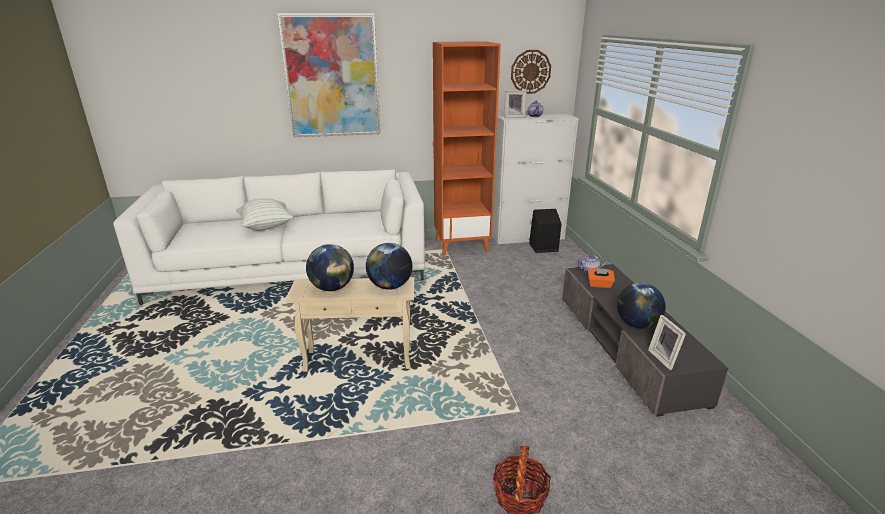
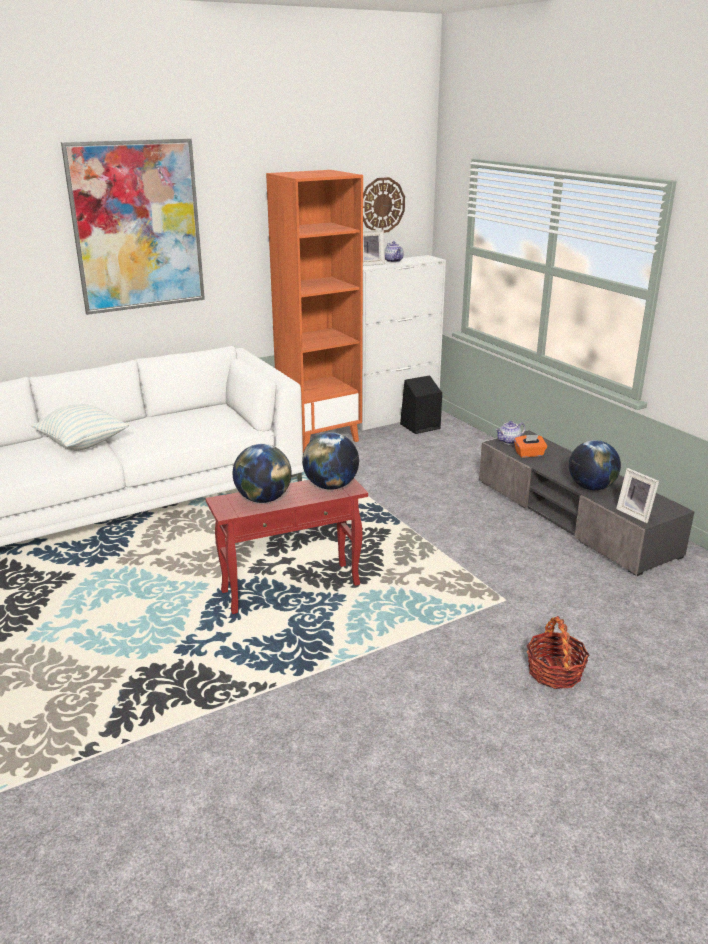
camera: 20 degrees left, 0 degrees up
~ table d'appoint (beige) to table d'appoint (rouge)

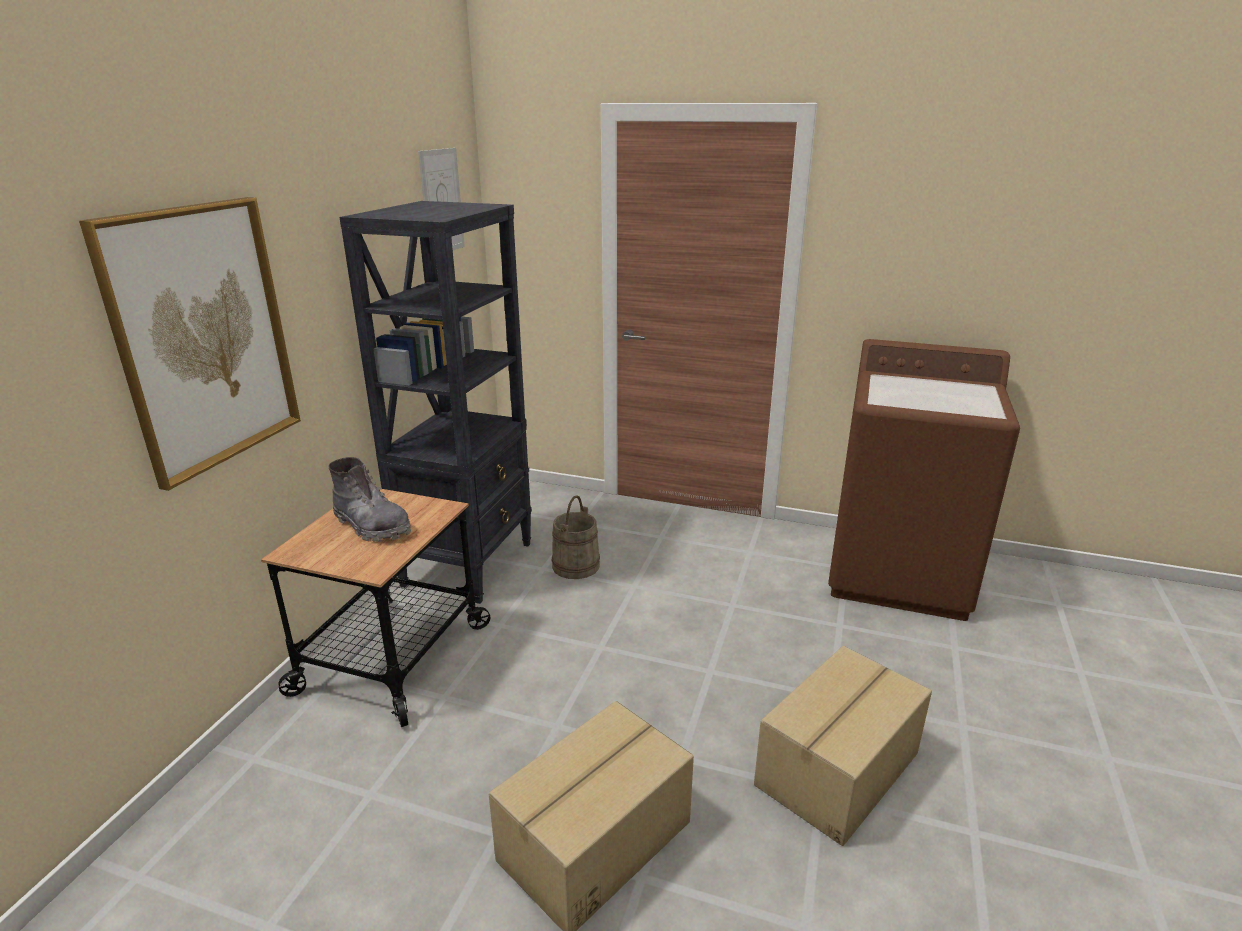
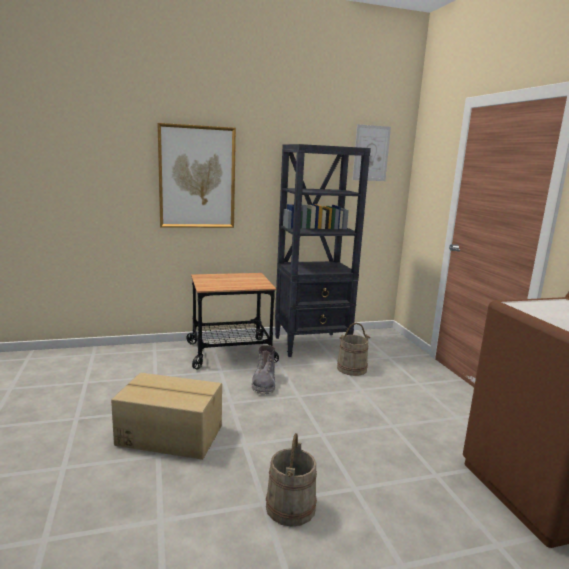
camera: 55 degrees right, 10 degrees down
~ botte (gris)
~ carton (no. 2 from left) to seau (beige) (no. 1 from left)

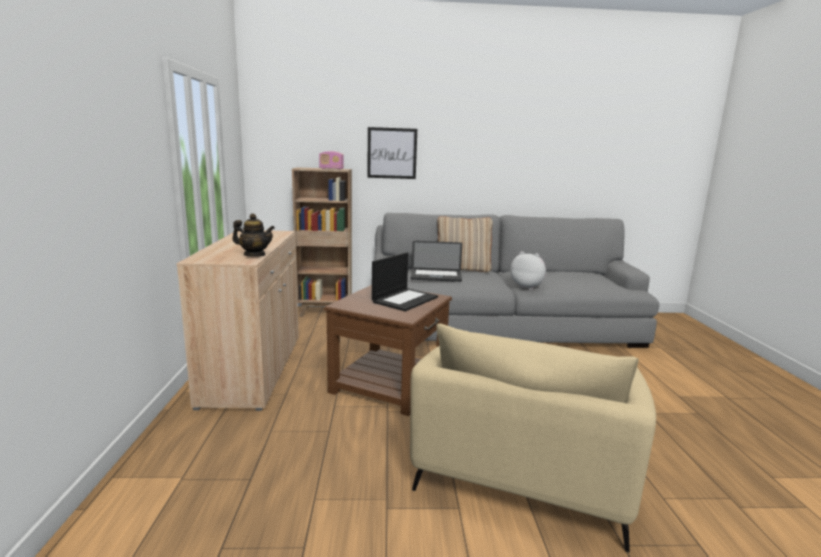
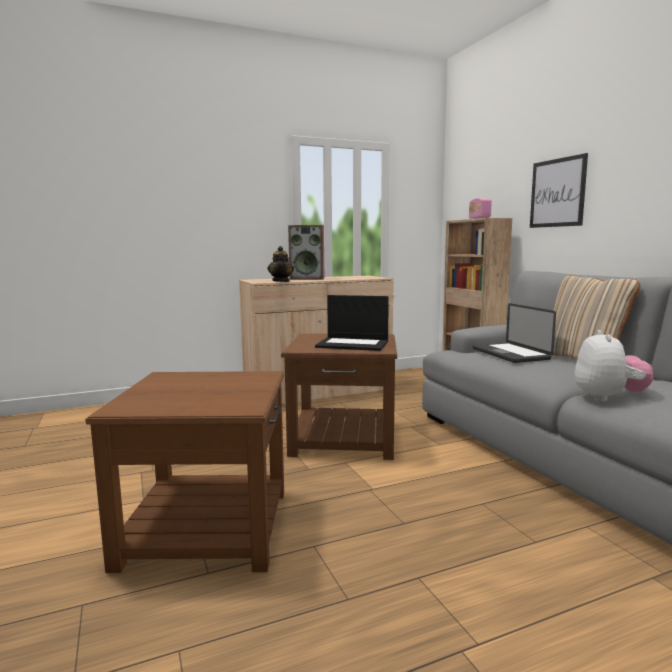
camera: 70 degrees right, 5 degrees down
~ fauteuil (beige) to table d'appoint (marron) (no. 1 from left)
+ enceinte

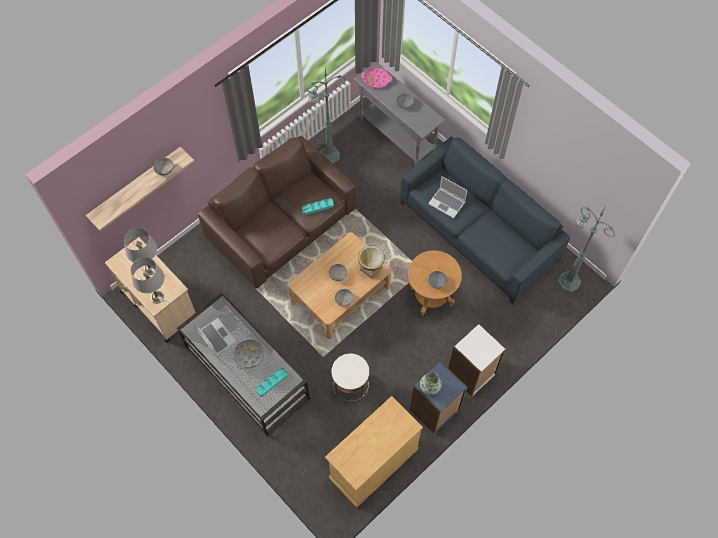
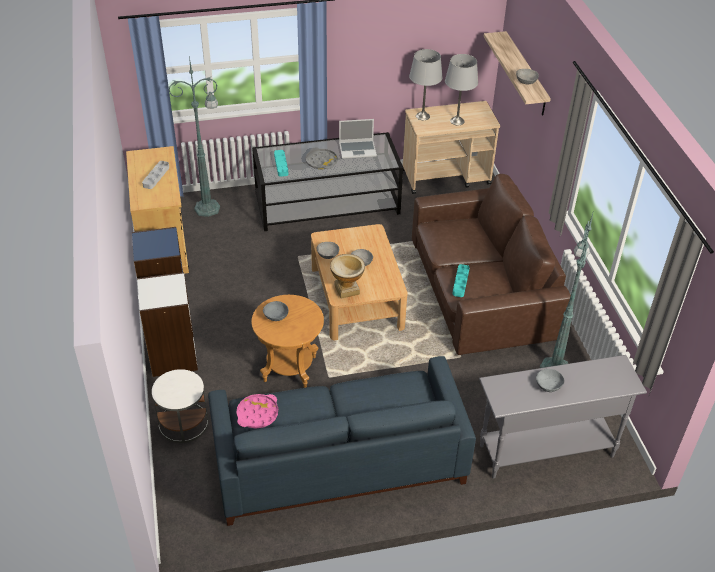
camera: 120 degrees right, 20 degrees down
~ table d'appoint (blanc)
~ plateau (rose)
- vase (no. 2 from left)
- ordinateur portable (no. 2 from left)
~ lampadaire (vert) (no. 2 from left in the first image) to lampadaire (vert) (no. 1 from left)
+ plateau (gris) (no. 1 from left)

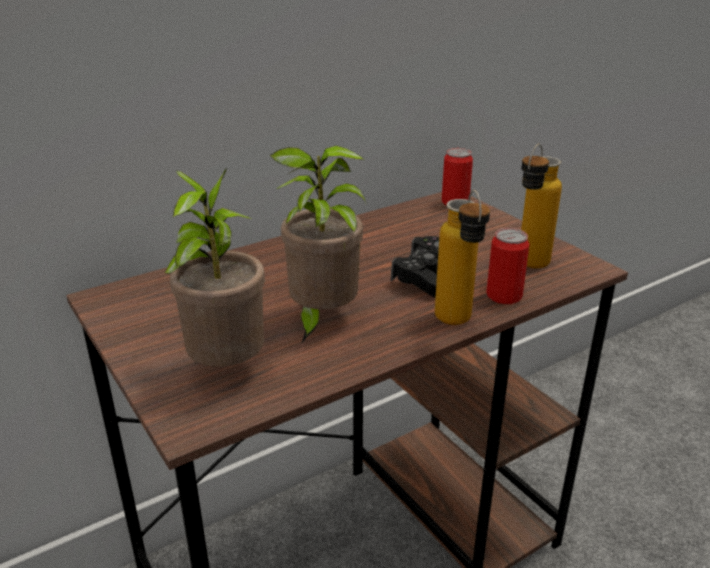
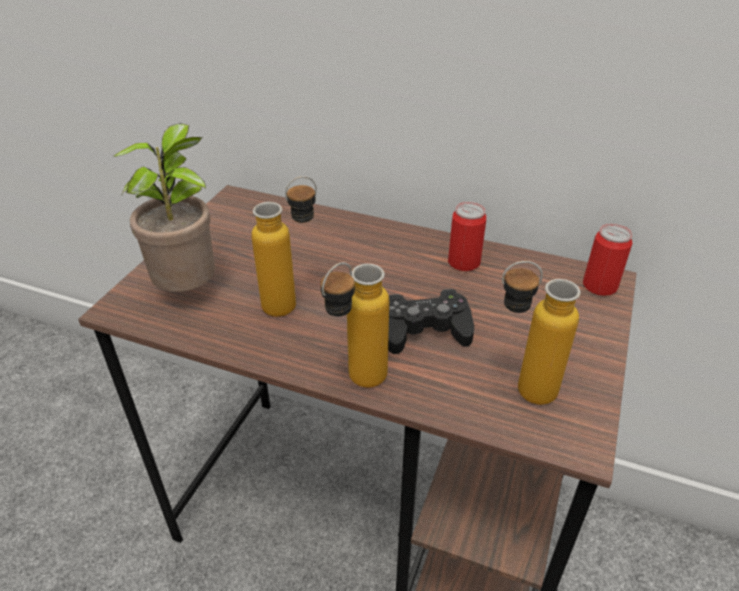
camera: 55 degrees right, 10 degrees up
~ plante en pot (no. 2 from left) to bouteille (no. 1 from left)
~ boîte métallique (no. 2 from left in the first image) to boîte métallique (no. 1 from left)

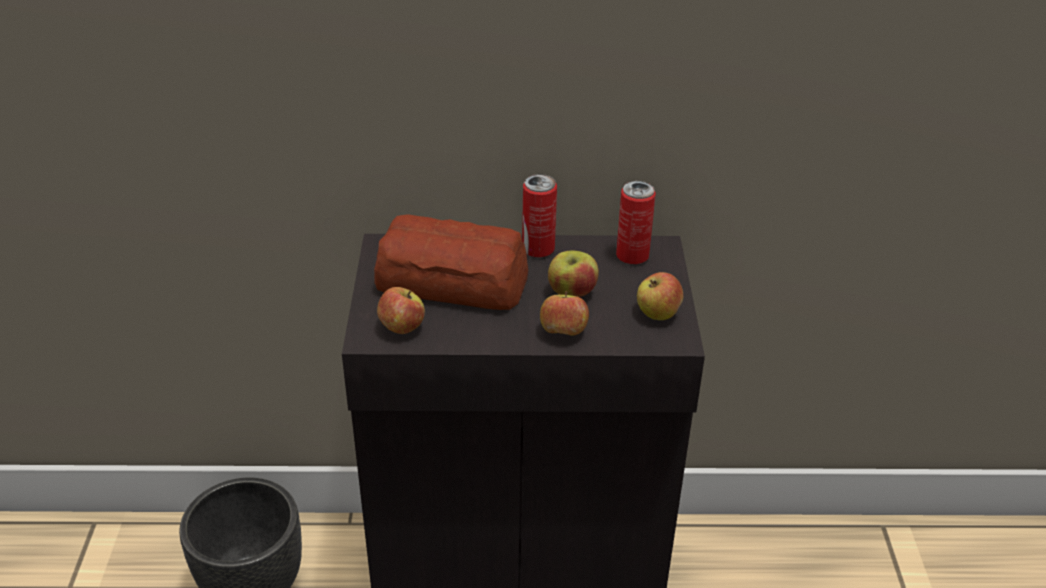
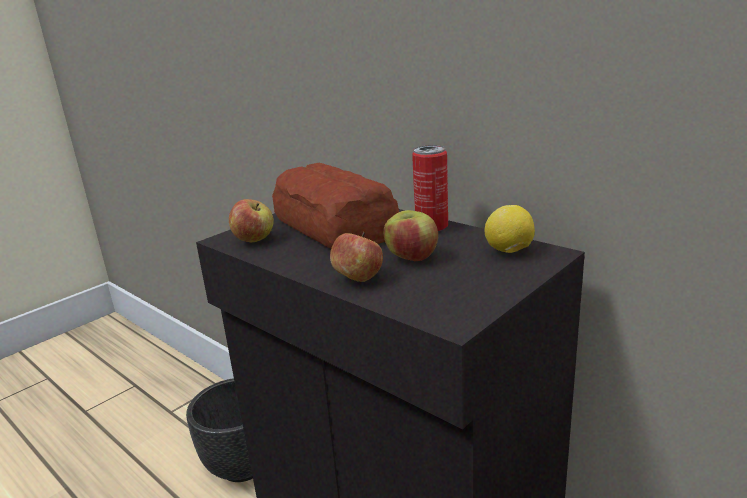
camera: 45 degrees right, 15 degrees down
~ boîte métallique (no. 2 from left) to citron
- pomme (no. 4 from left)

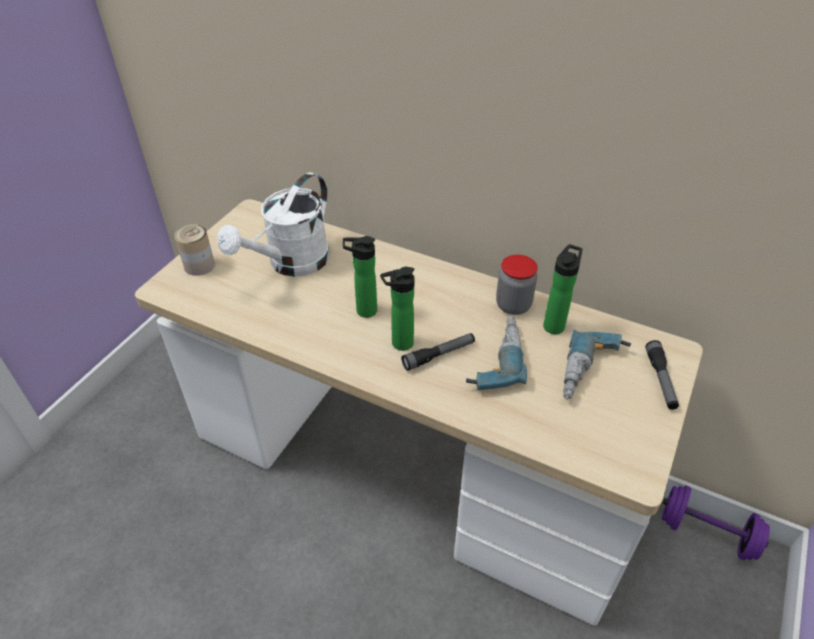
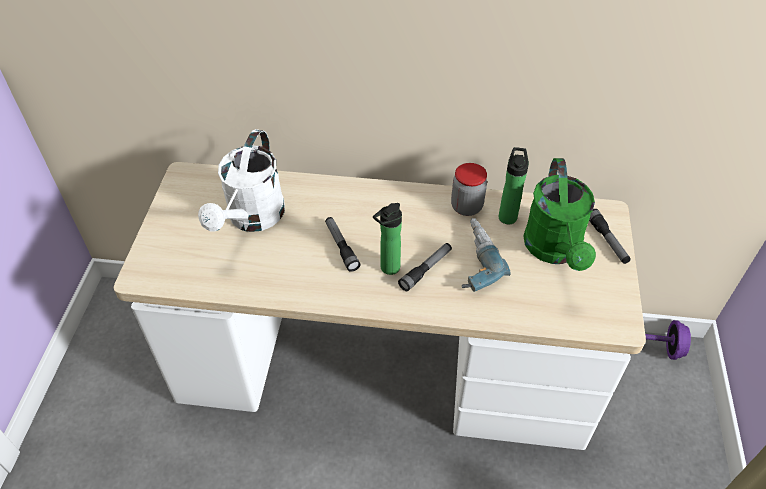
camera: 20 degrees left, 5 degrees up
- boîte métallique
~ bouteille (no. 1 from left) to lampe de poche (no. 1 from left)
~ perceuse (no. 2 from left) to arrosoir (vert)

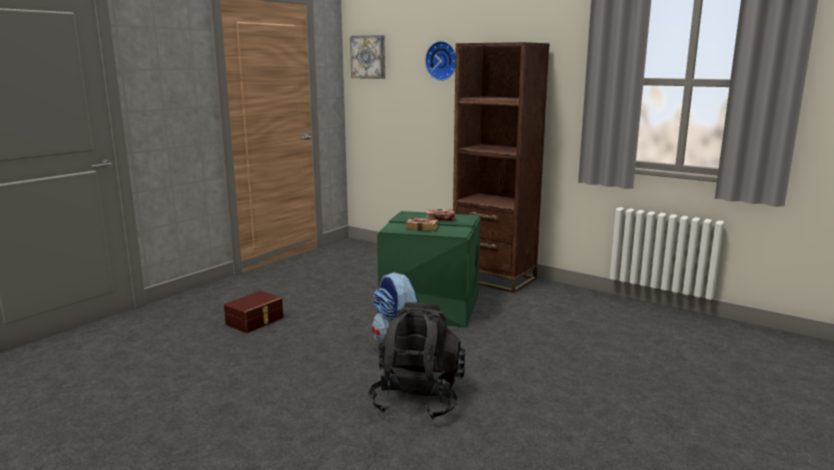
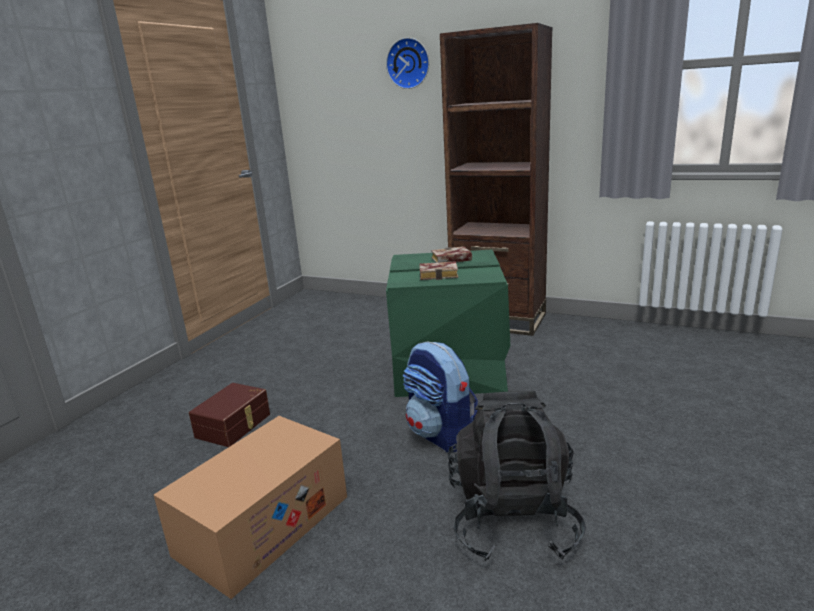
camera: 10 degrees left, 5 degrees up
- tableau
+ carton

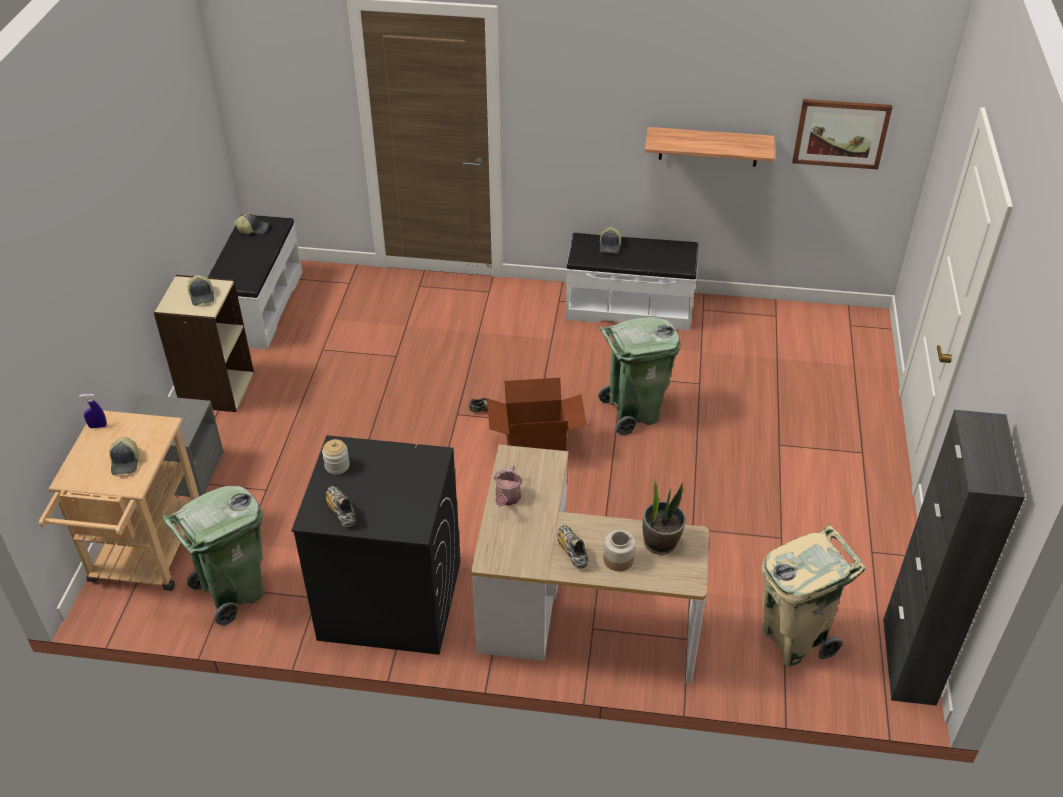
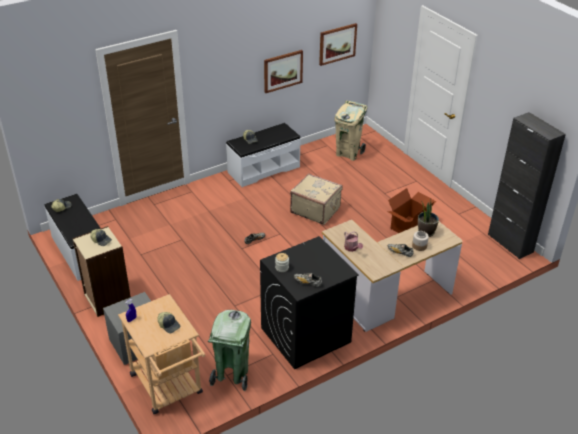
camera: 40 degrees left, 5 degrees down
~ carton
~ poubelle (vert) (no. 2 from left) to valise (beige)
~ étagère to tableau (no. 1 from left)
~ poubelle (beige)

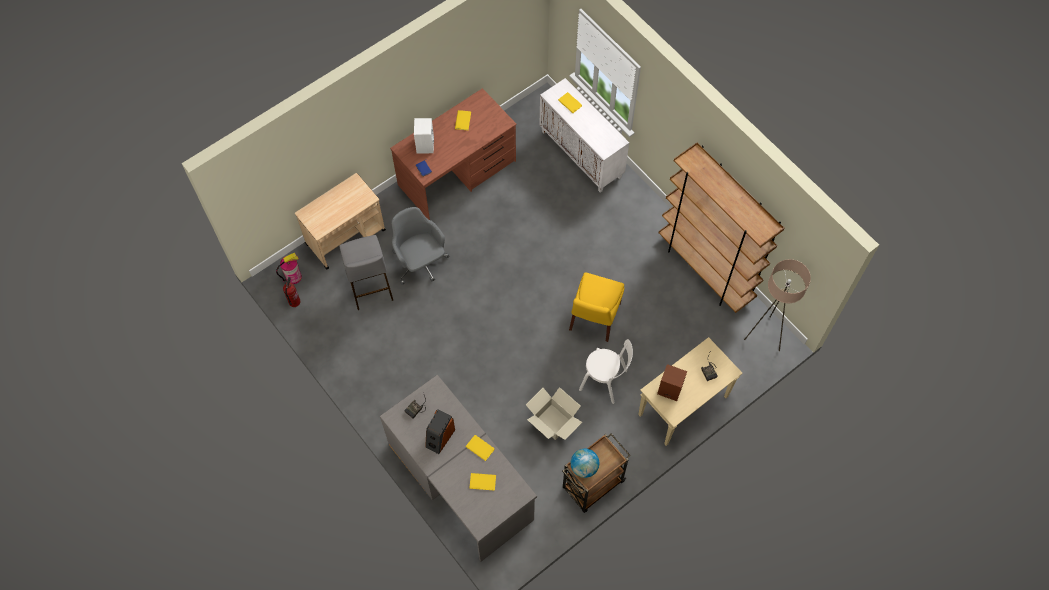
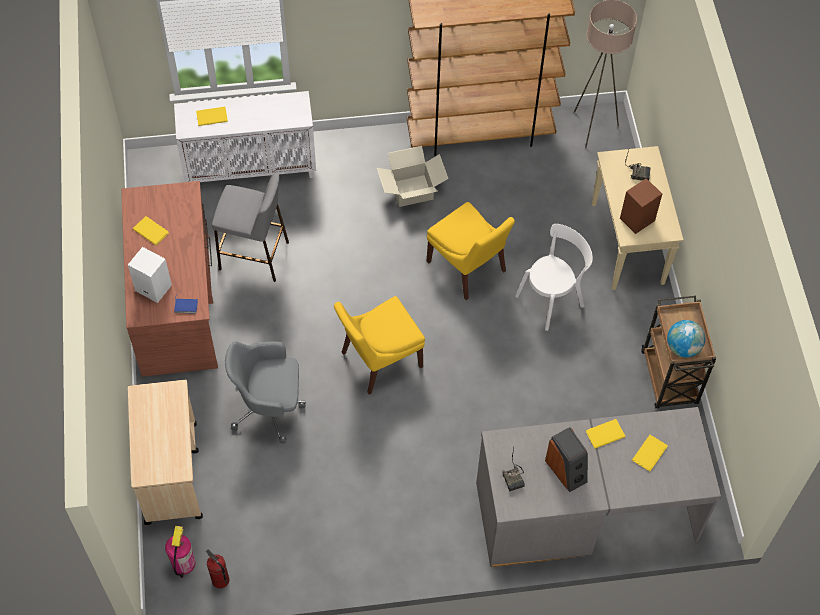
camera: 60 degrees left, 5 degrees down
~ tabouret (gris)
~ carton
+ chaise (jaune) (no. 1 from left)

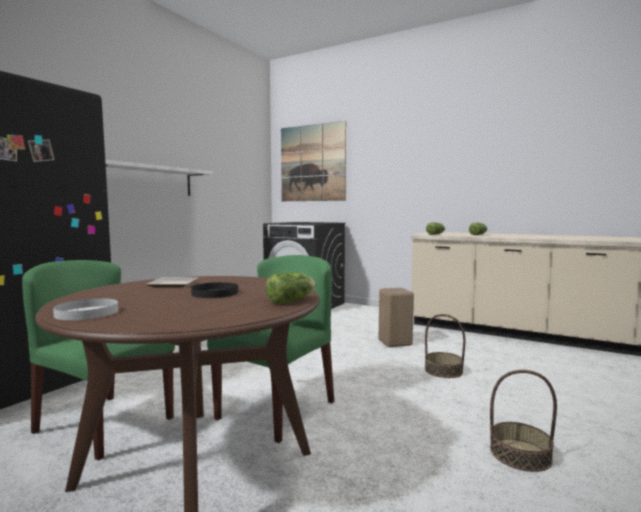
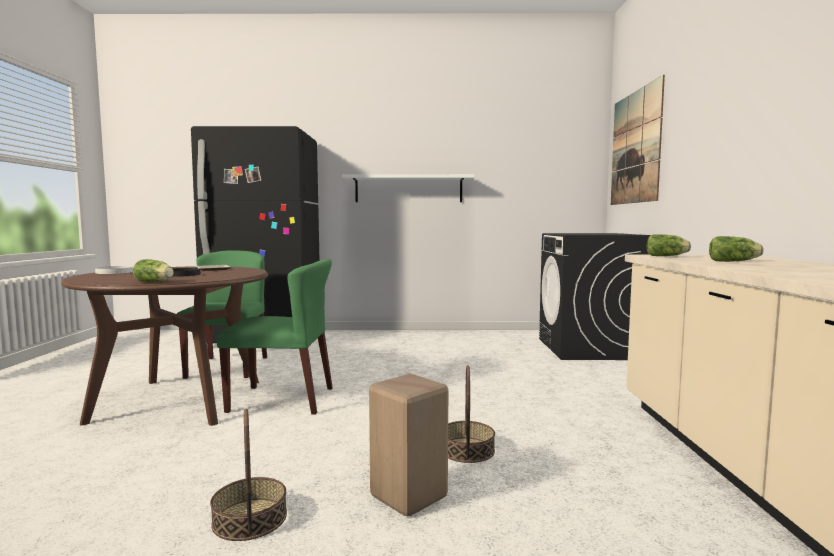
camera: 60 degrees right, 0 degrees up
~ tabouret (beige)

